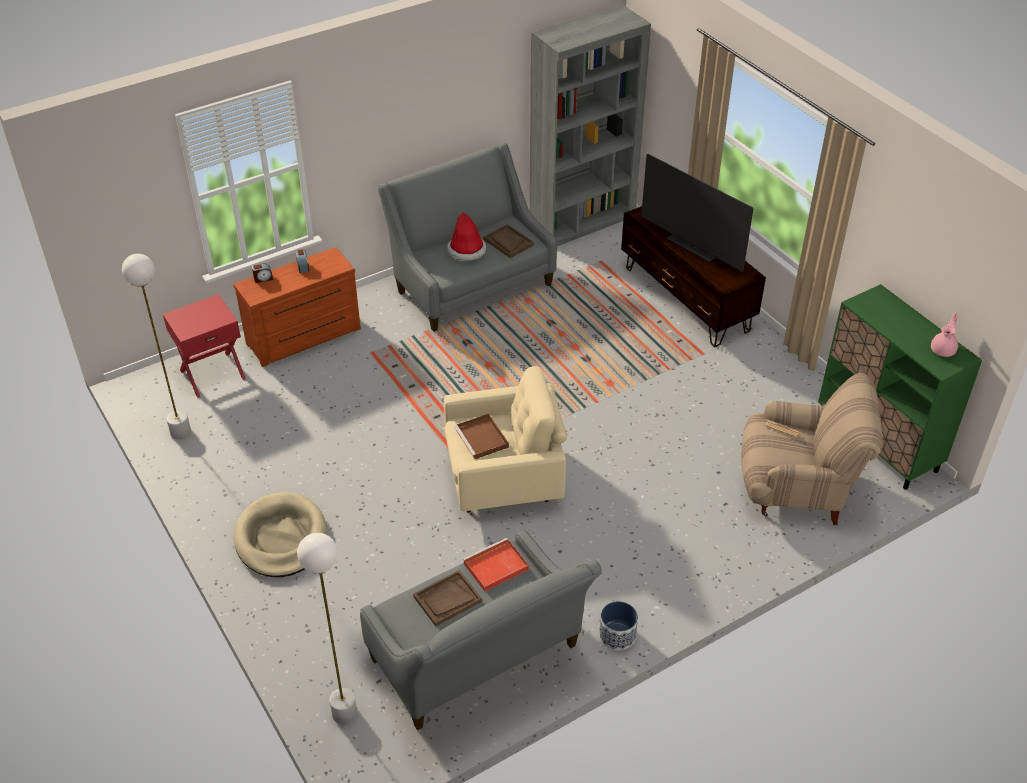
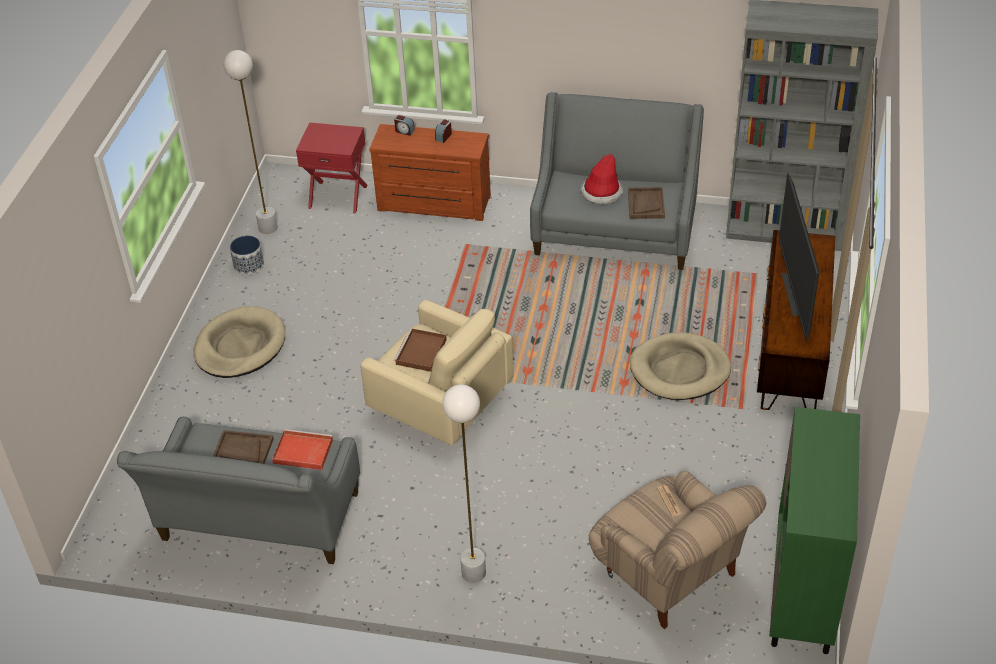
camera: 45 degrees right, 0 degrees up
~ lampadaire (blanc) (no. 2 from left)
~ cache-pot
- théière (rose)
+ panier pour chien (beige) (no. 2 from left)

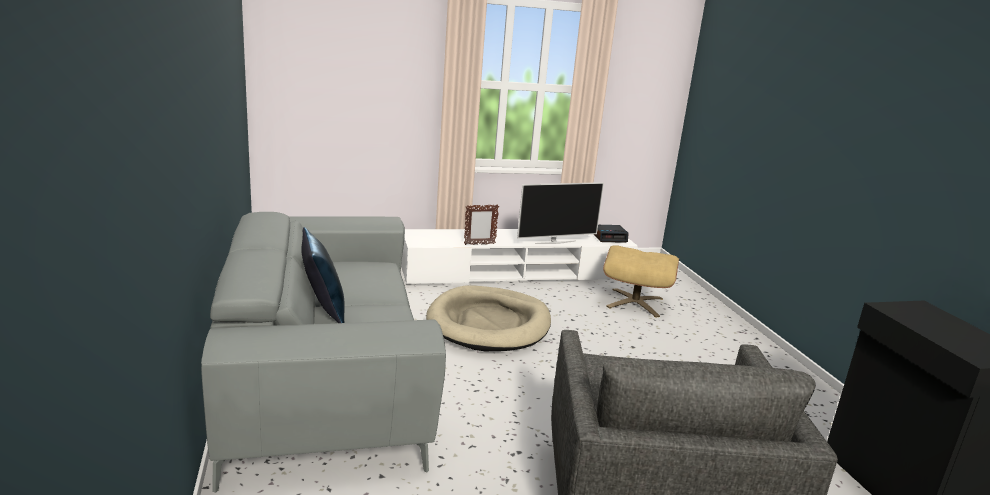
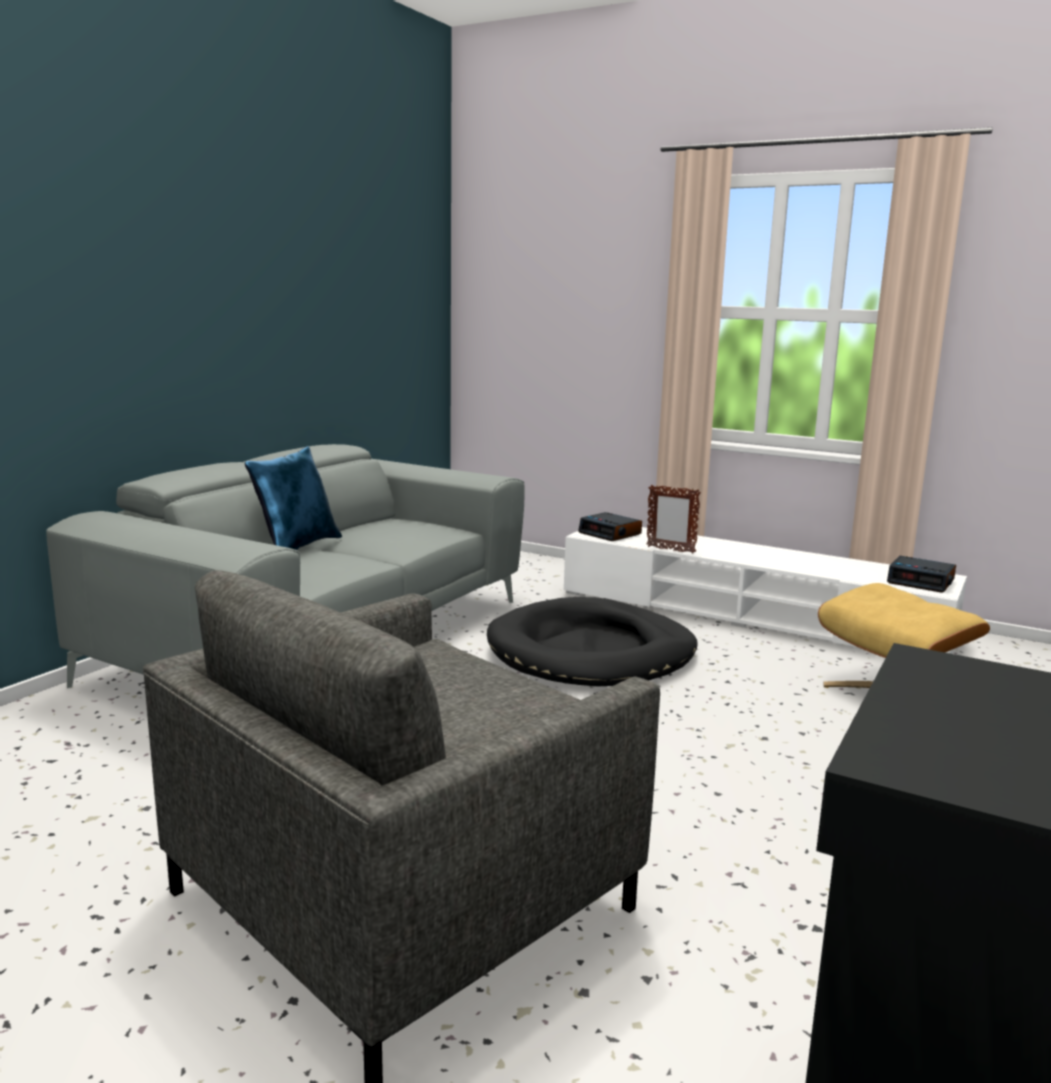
camera: 45 degrees right, 5 degrees down
~ panier pour chien (beige) to panier pour chien (noir)
- téléviseur
+ réveil (no. 1 from left)

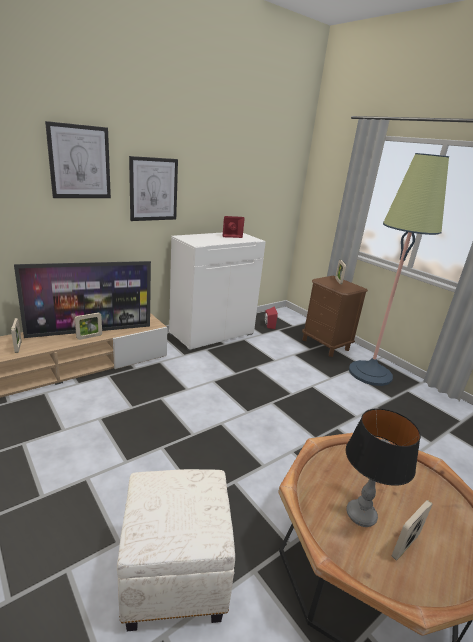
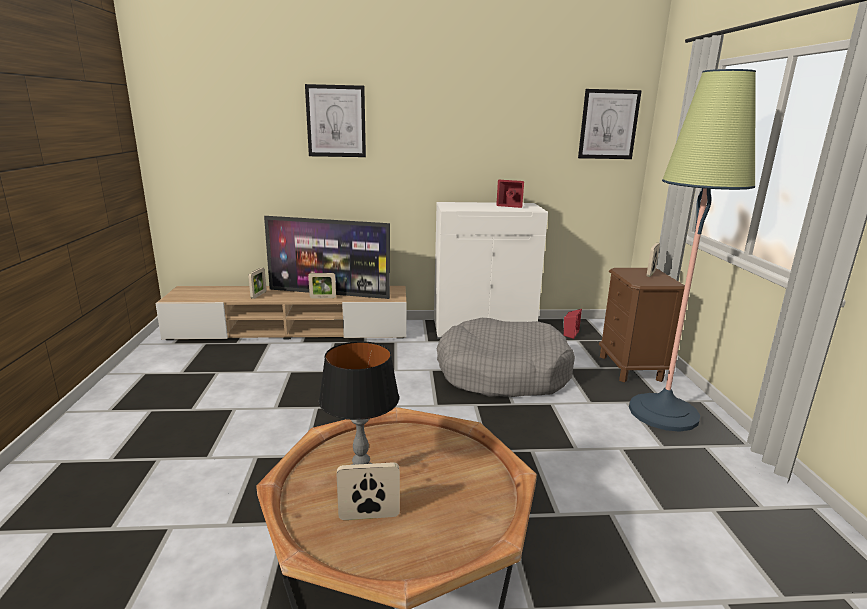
camera: 35 degrees right, 5 degrees down
- pouf (blanc)
~ tableau (no. 2 from left)
+ panier pour chien (gris)

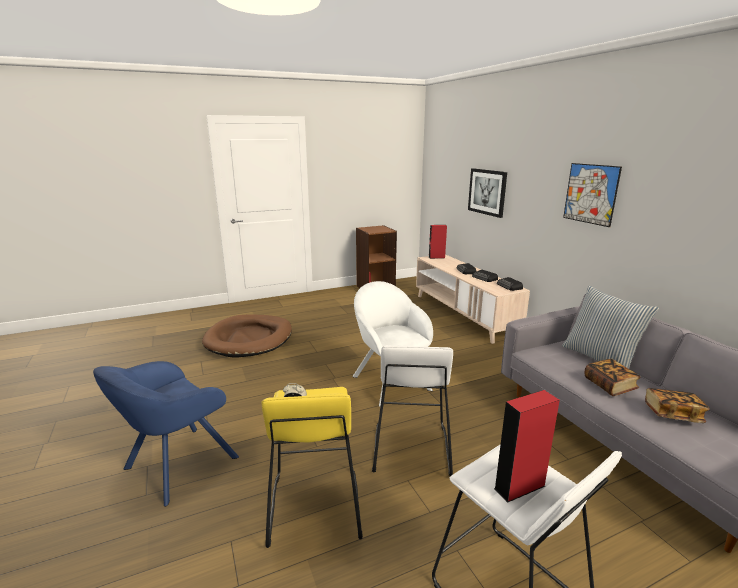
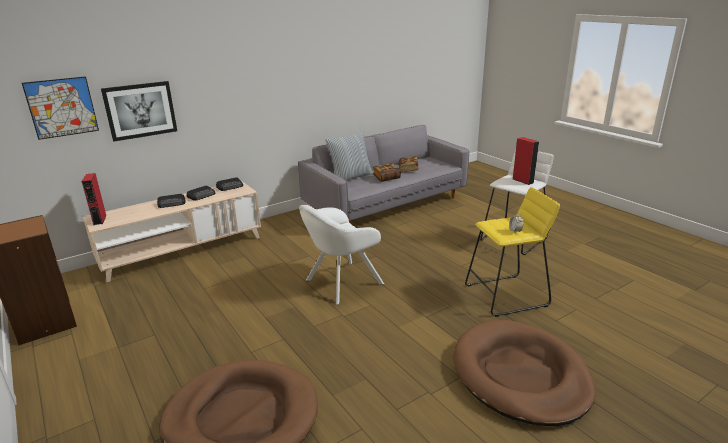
camera: 100 degrees left, 5 degrees up
~ fauteuil (bleu) to panier pour chien (marron) (no. 2 from left)
- tabouret (blanc) (no. 1 from left)
~ tableau (no. 2 from left in the first image) to tableau (no. 1 from left)

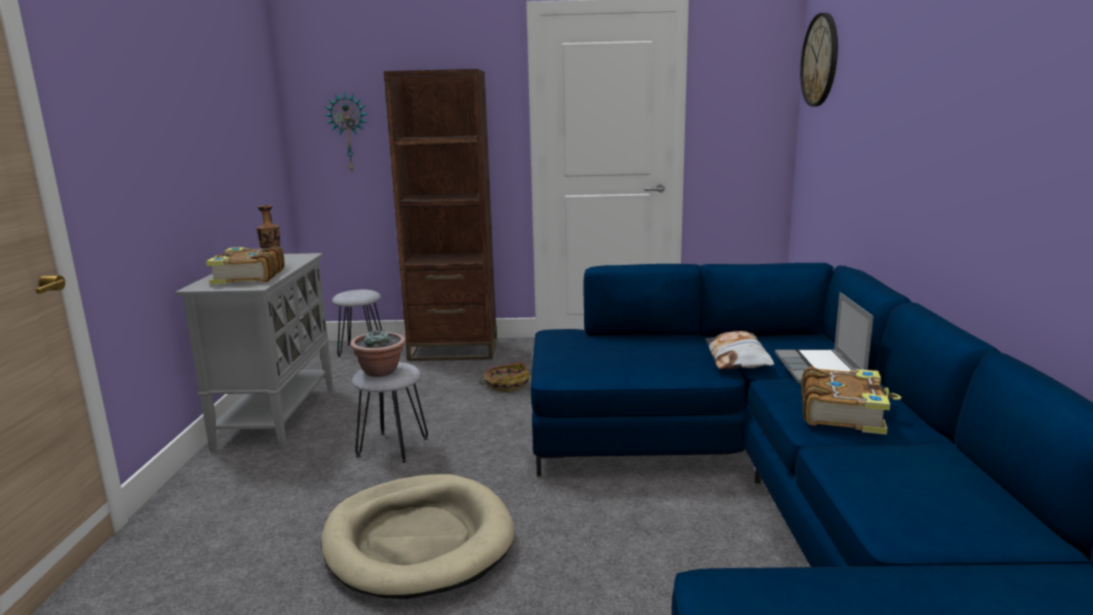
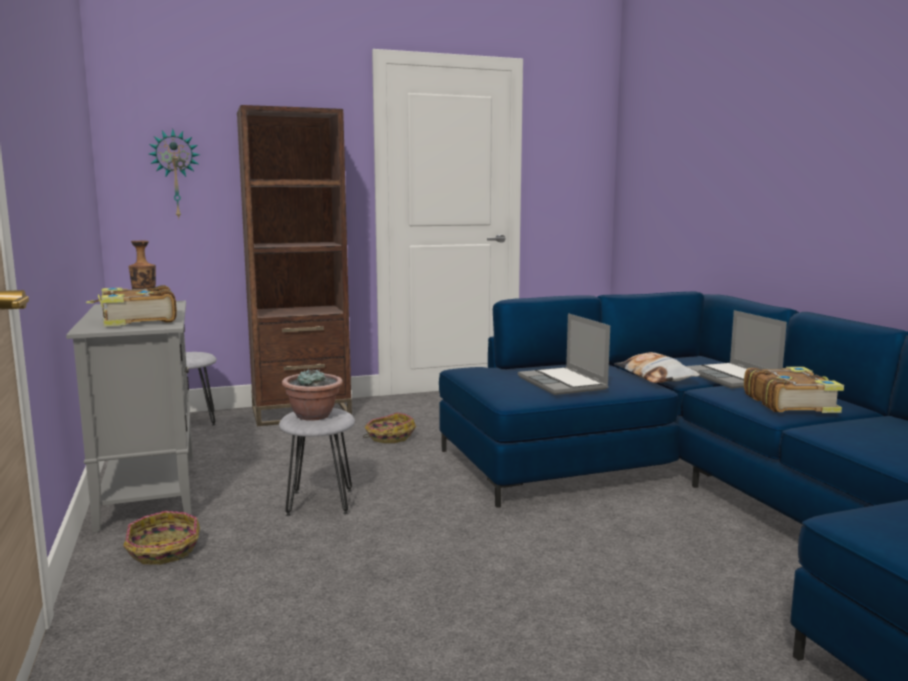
camera: 20 degrees left, 5 degrees down
- panier pour chien (beige)
- horloge murale (no. 2 from left)
+ panier (no. 1 from left)
+ ordinateur portable (no. 1 from left)

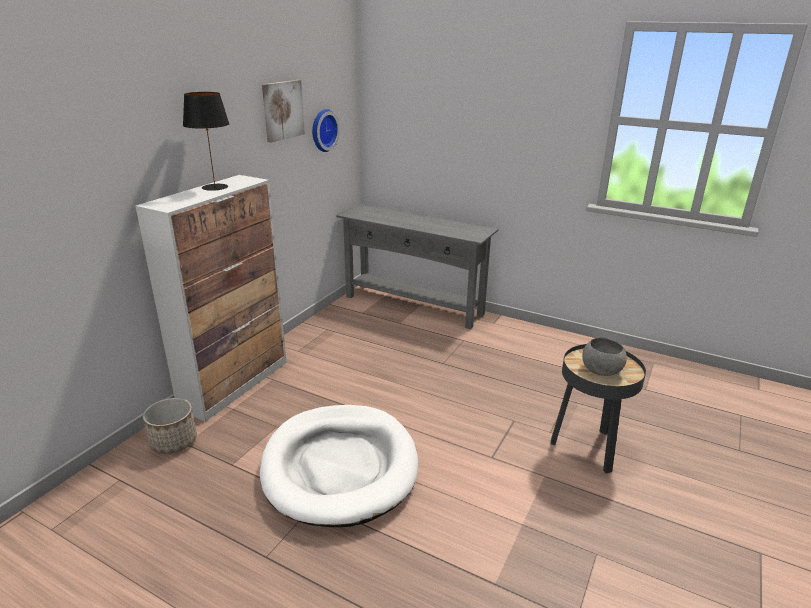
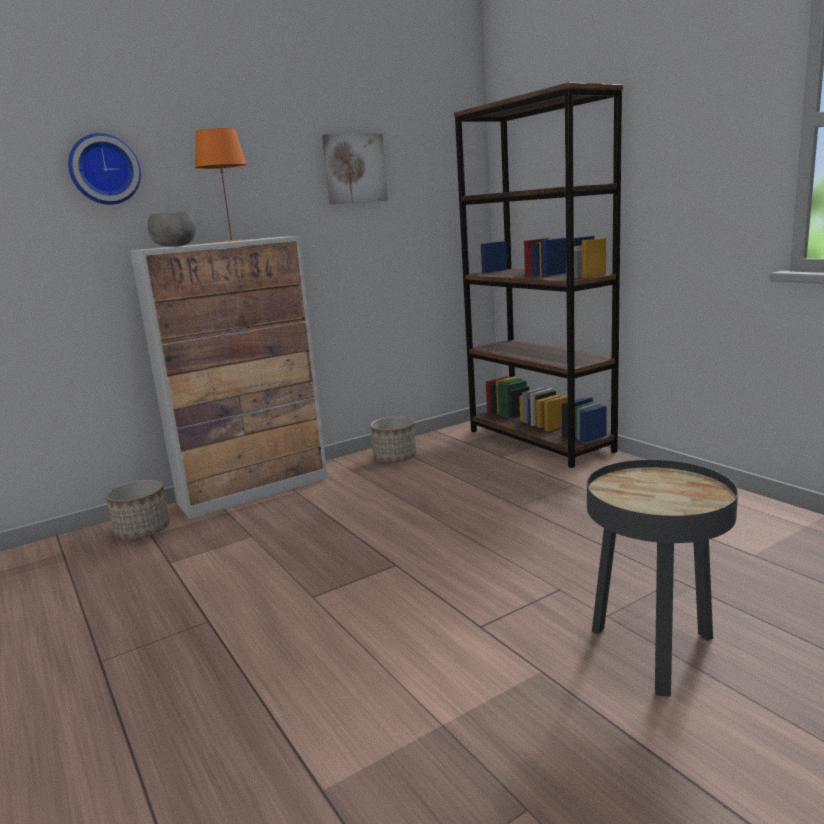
camera: 30 degrees right, 10 degrees down
~ lampe de table (noir) to lampe de table (orange)
- panier pour chien (blanc)
~ horloge murale
~ table console (gris) to bibliothèque (marron)
~ bol (gris)
+ cache-pot (no. 2 from left)

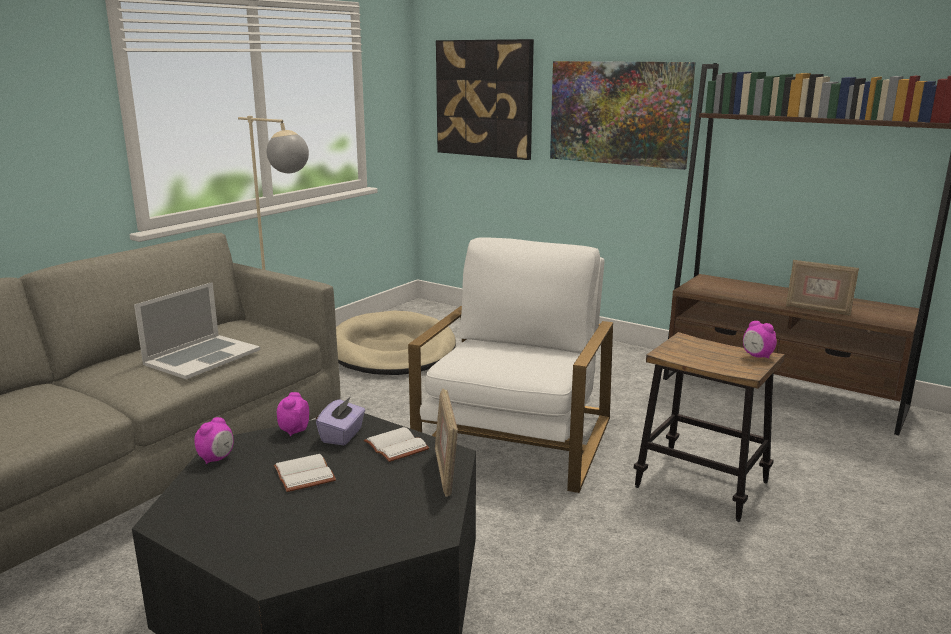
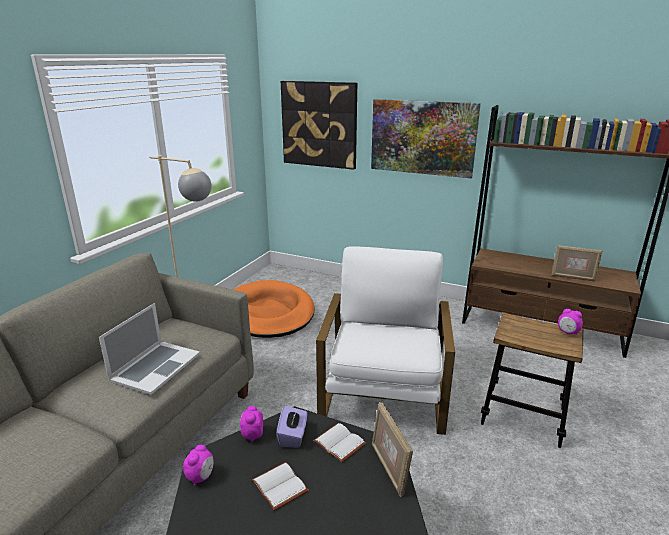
camera: 10 degrees left, 5 degrees up
~ panier pour chien (beige) to panier pour chien (orange)

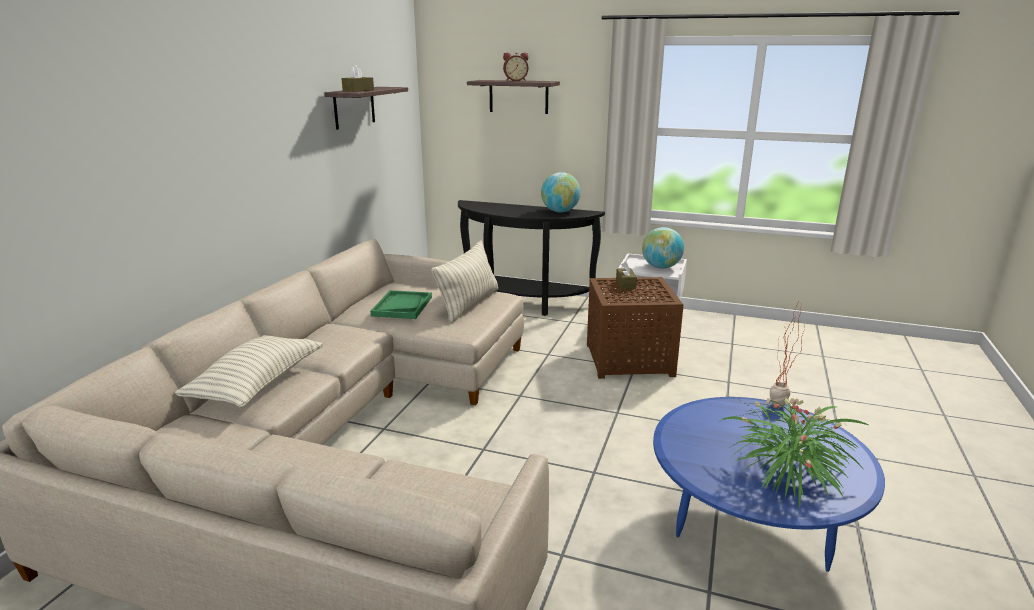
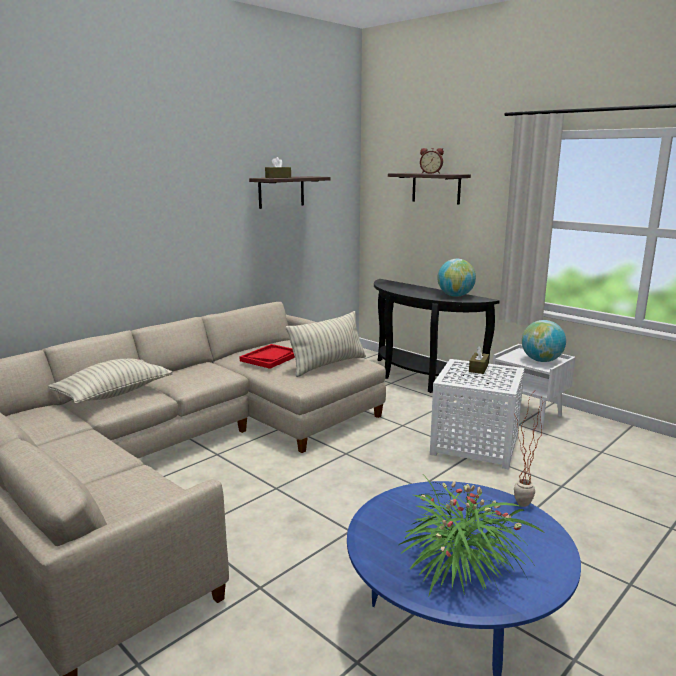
camera: 25 degrees right, 5 degrees down
~ plateau (vert) to plateau (rouge)
~ table d'appoint (marron) to table d'appoint (blanc)

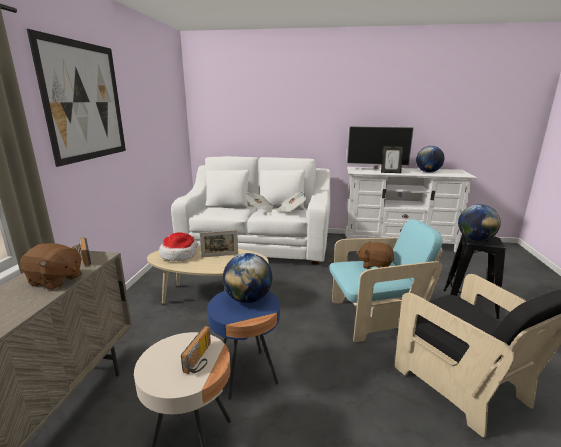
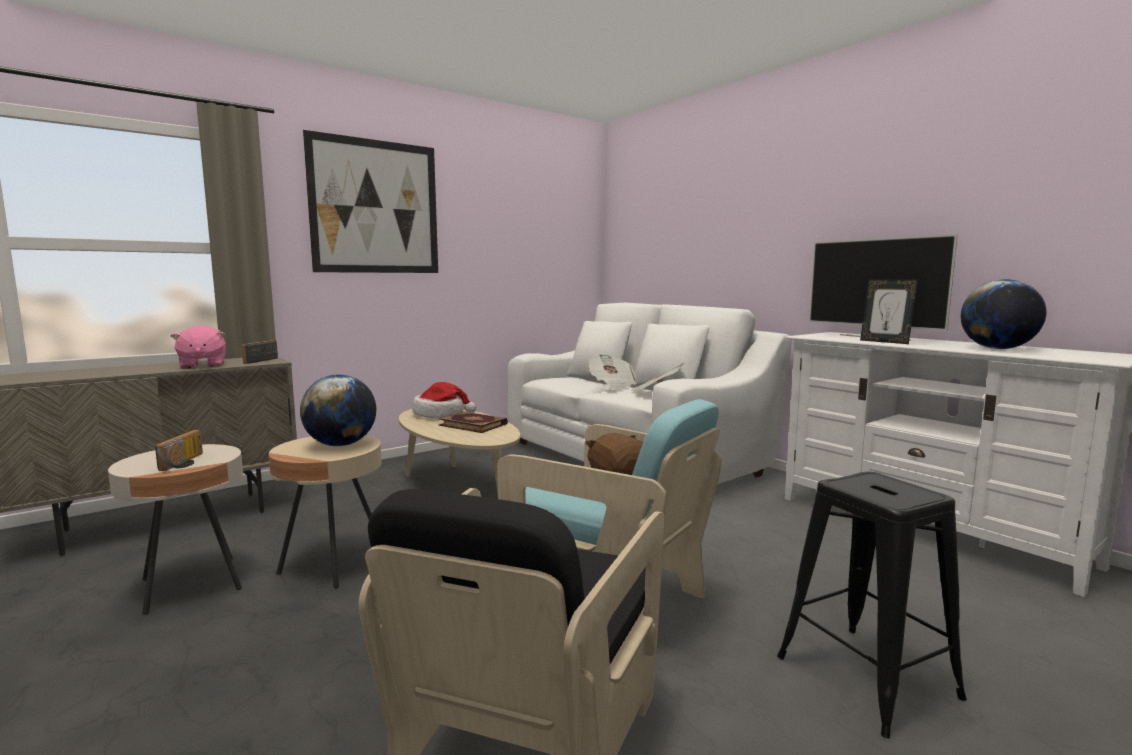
camera: 45 degrees right, 10 degrees down
~ peluche (marron) (no. 1 from left) to peluche (rose)
~ radio (no. 2 from left in the first image) 60 degrees counterclockwise
~ cadre photo (no. 1 from left) to livre
~ table d'appoint (bleu) to table d'appoint (beige) (no. 2 from left)
- globe (no. 3 from left)

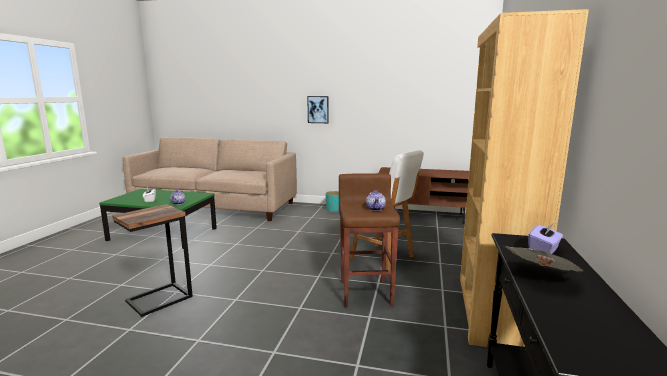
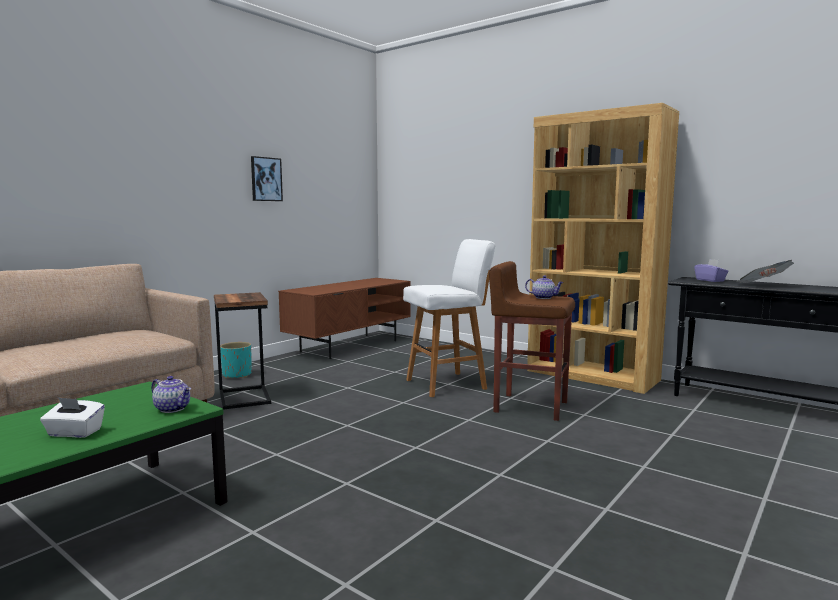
camera: 65 degrees left, 5 degrees down
~ table d'appoint
~ tableau

